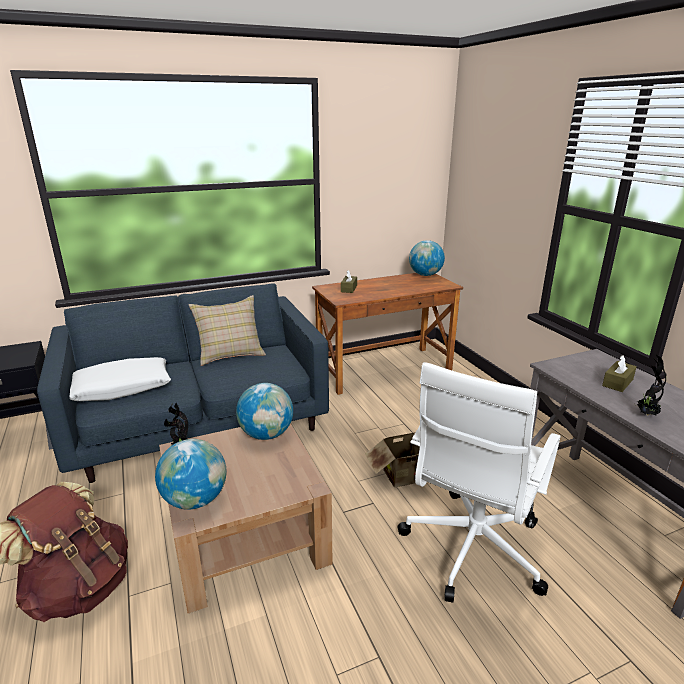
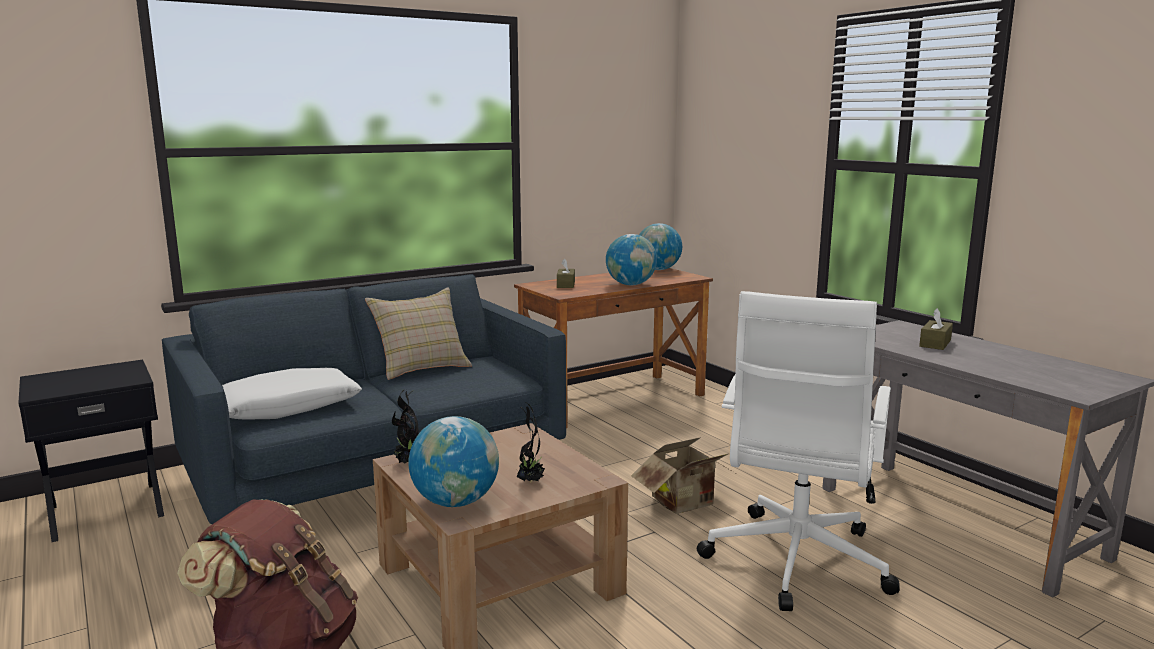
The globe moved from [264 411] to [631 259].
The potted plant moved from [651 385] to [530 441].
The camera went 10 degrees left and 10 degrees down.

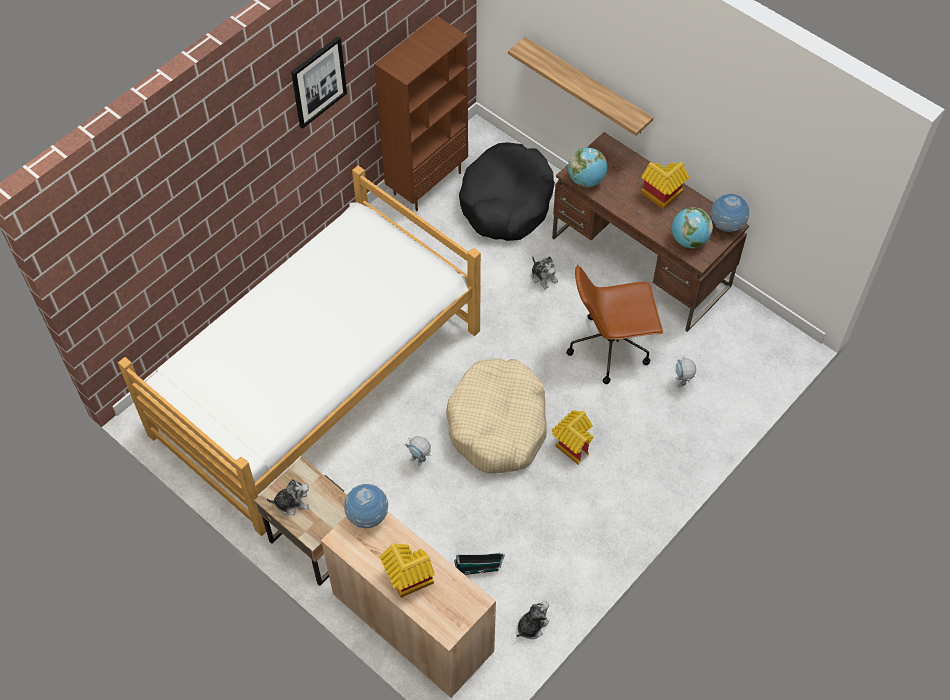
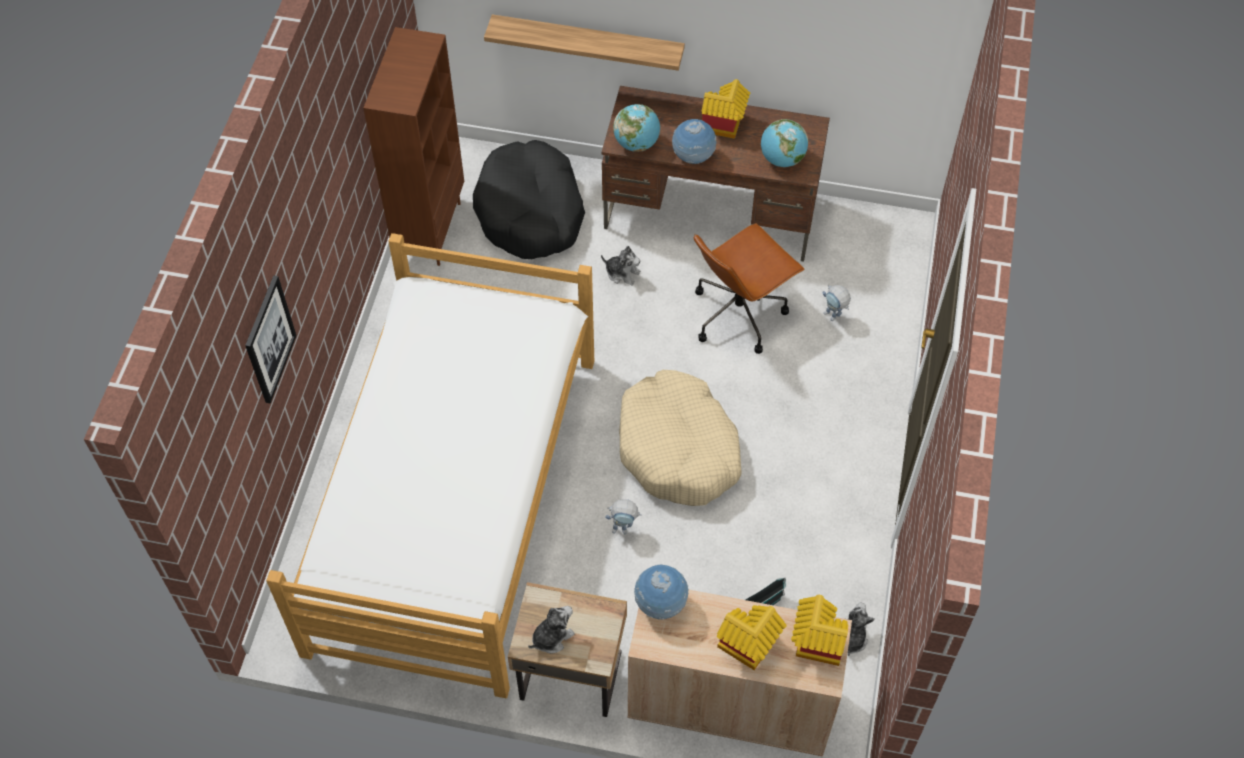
The picture moved from [319 82] to [271 339].
The toy house moved from [572 437] to [819 630].
The globe moved from [730 213] to [694 141].
The camera went 30 degrees left and 0 degrees up.

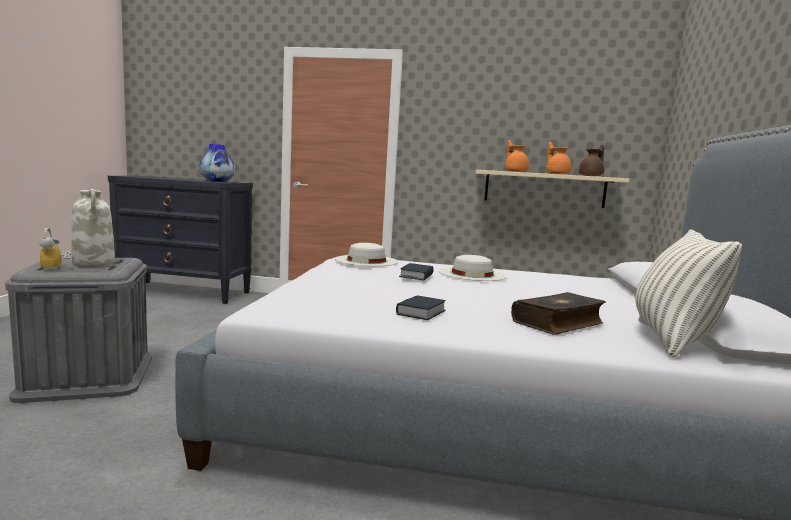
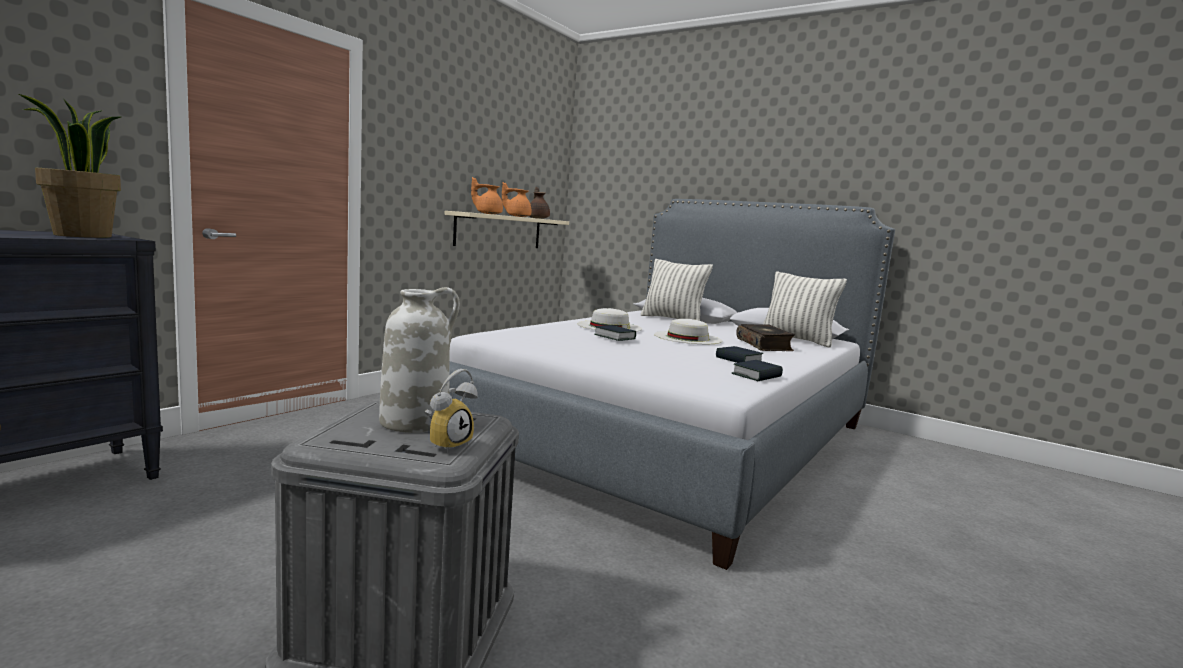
The alarm clock at [55 250] turned 60 degrees counterclockwise.
The vase at [217 163] was replaced by the potted plant at [70 166].
The hat (white) moved from [366 254] to [688 331].
The pillow at [677 290] appeared.
The book at [757 370] appeared.
The camera went 65 degrees left and 0 degrees up.

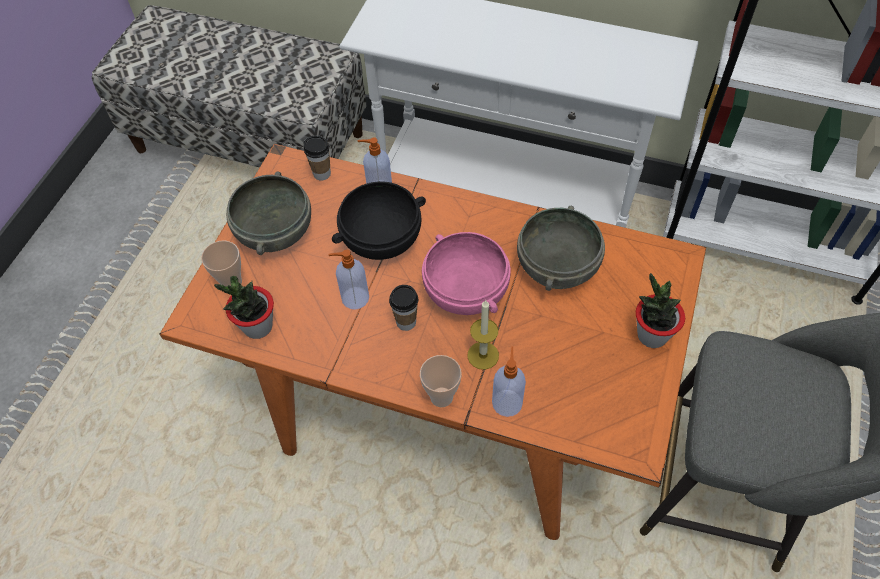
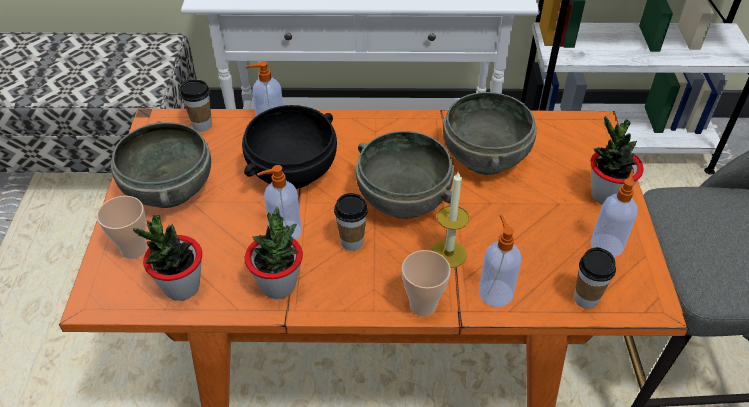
The bowl (pink) at [466 273] became the bowl (grey) at [405 175].
The potted plant at [274 253] appeared.
The cup at [595 278] appeared.
The soap dispenser at [614 213] appeared.
The camera went 20 degrees left and 10 degrees down.

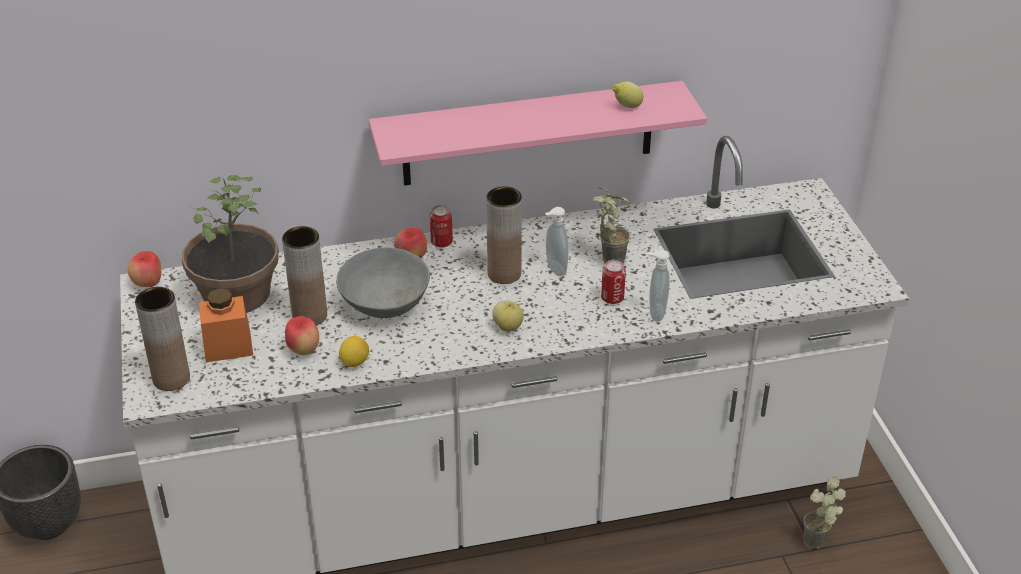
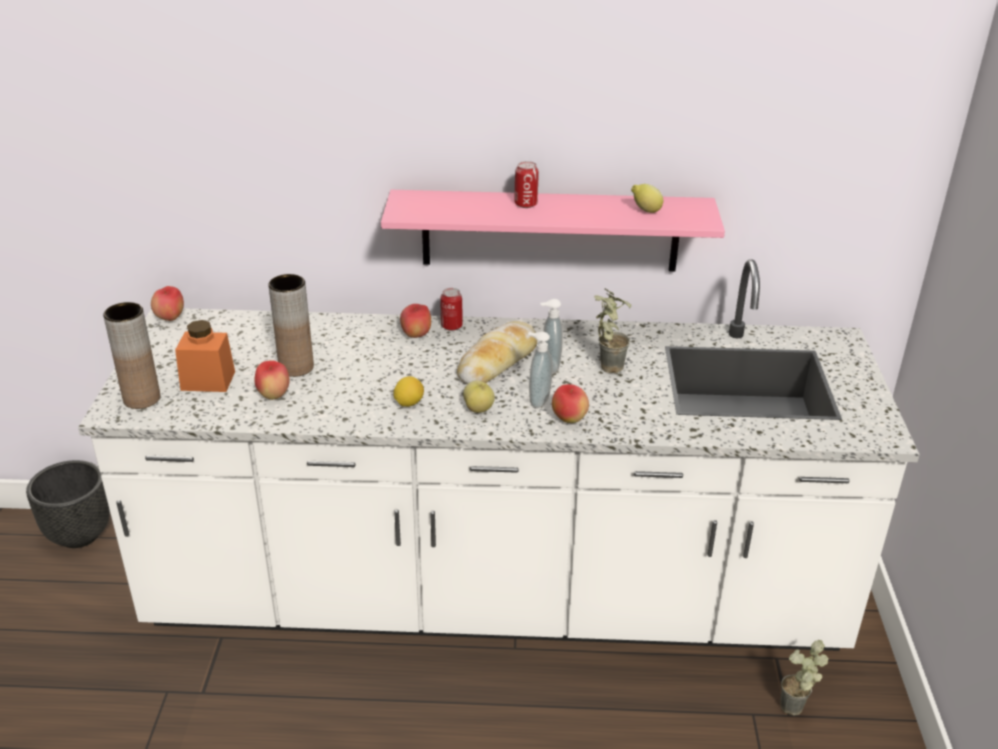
The potted plant at [230 244] disappeared.
The bowl (grey) at [383 283] disappeared.
The lemon moved from [354 351] to [408 391].
The vase (brown) at [504 235] was replaced by the bread at [497 352].
The can moved from [613 282] to [526 184].
The soap dispenser moved from [659 286] to [540 370].
The apple at [570 403] appeared.
The camera went 15 degrees right and 5 degrees down.

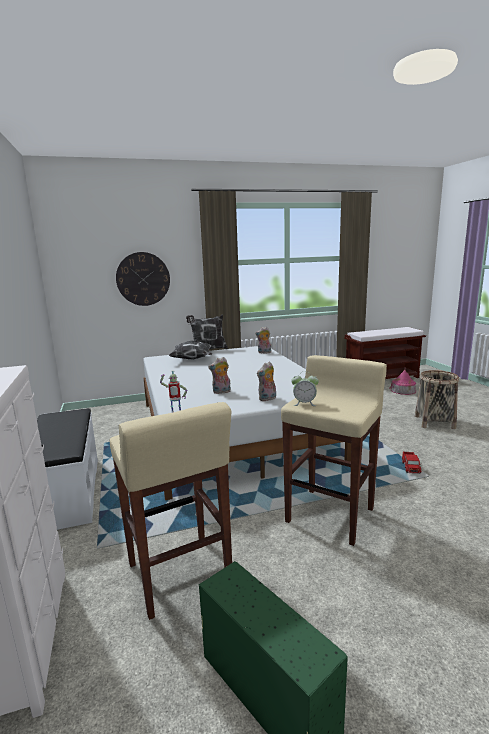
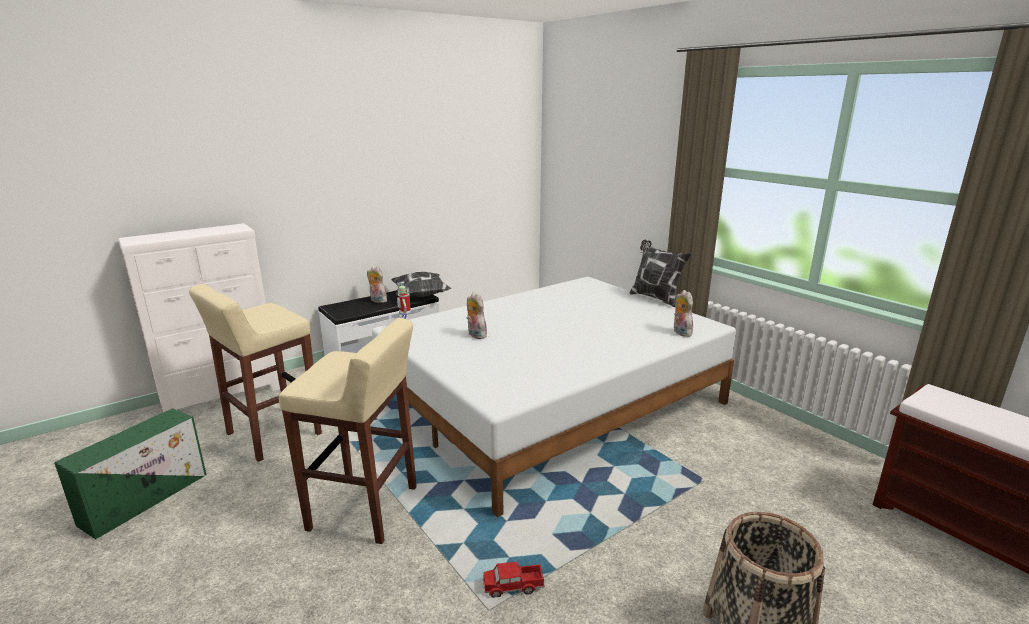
The wall clock at [143 279] disappeared.
The pillow moved from [190 350] to [421 284].
The plush toy moved from [266 381] to [377 284].
The alarm clock at [305 391] disappeared.
The toy house at [402 381] disappeared.
The camera went 70 degrees right and 5 degrees up.

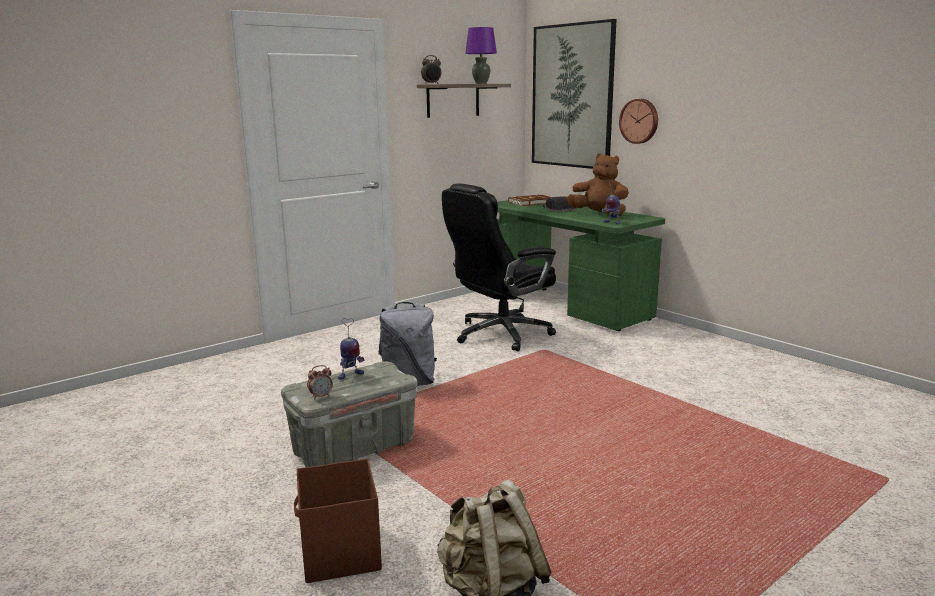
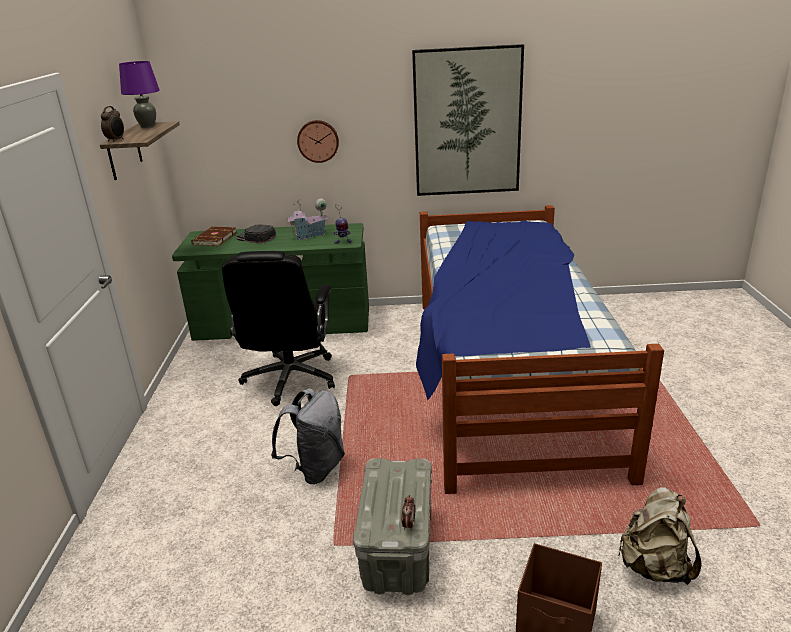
The toy robot at [351 349] disappeared.
The picture moved from [574 94] to [468 120].
The plush toy (brown) at [597 184] was replaced by the toy house at [308 219].
The bed at [540 349] appeared.
The camera went 50 degrees left and 10 degrees up.

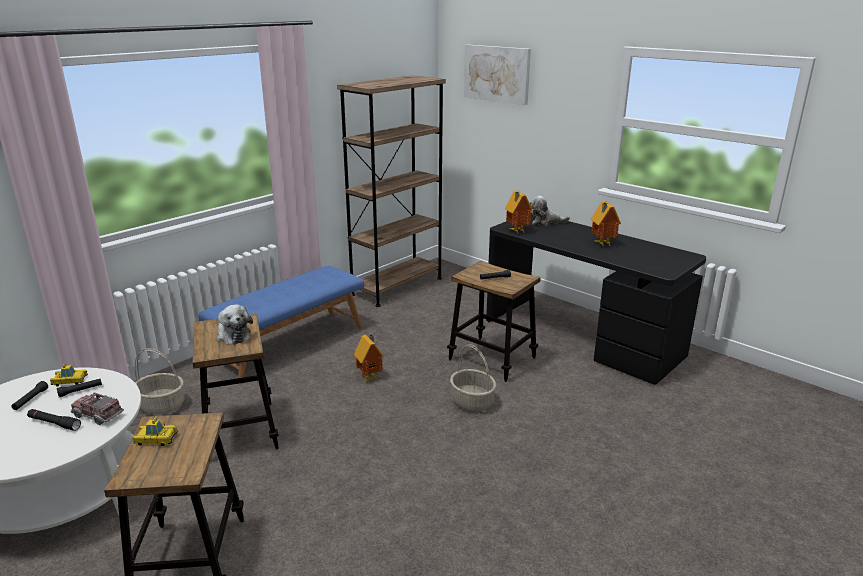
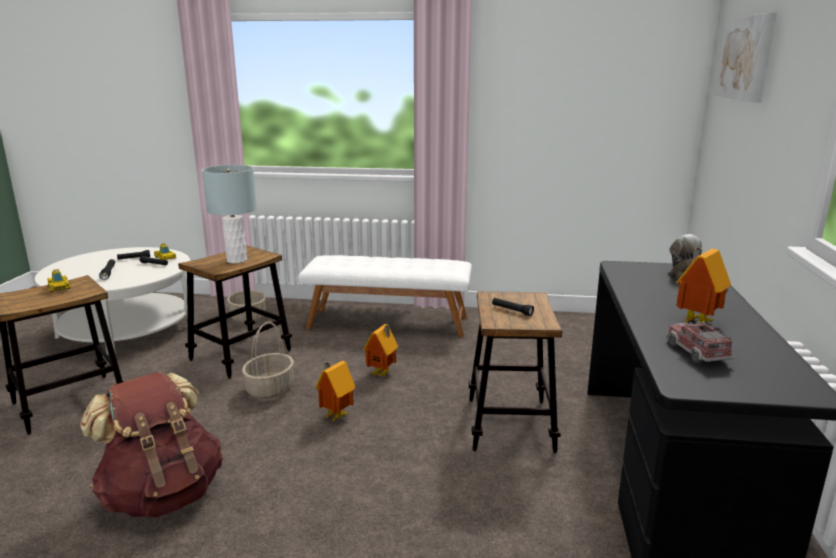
The toy truck moved from [97 408] to [700 342].
The bench (blue) at [281 325] became the bench (white) at [385 296].
The plush toy at [235 324] was replaced by the table lamp (grey) at [229 214].
The bookcase (brown) at [391 191] disappeared.
The basket moved from [473 378] to [268 360].
The toy house moved from [519 212] to [335 391].
The backpack (brown) at [151 445] appeared.
The camera went 55 degrees right and 5 degrees down.

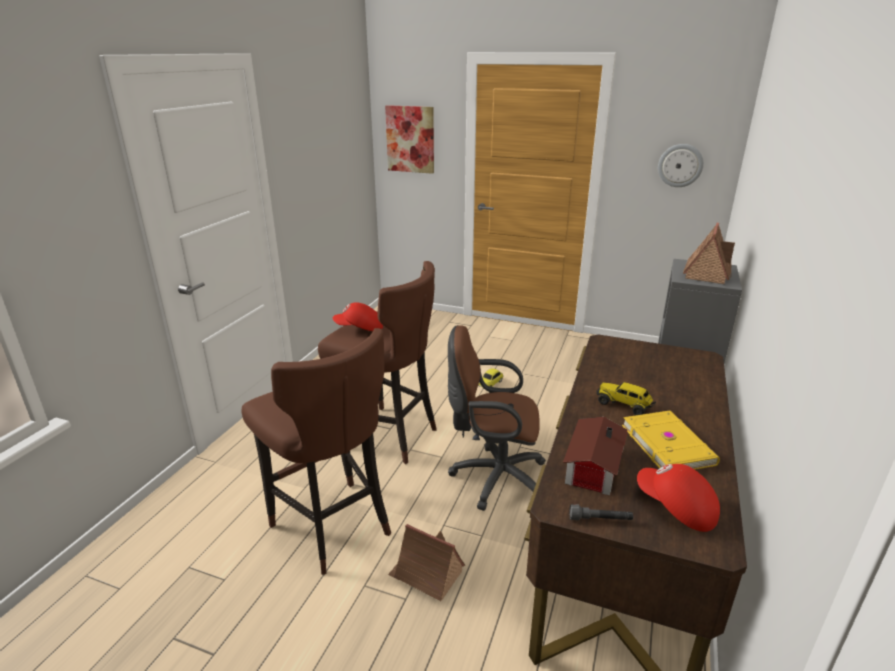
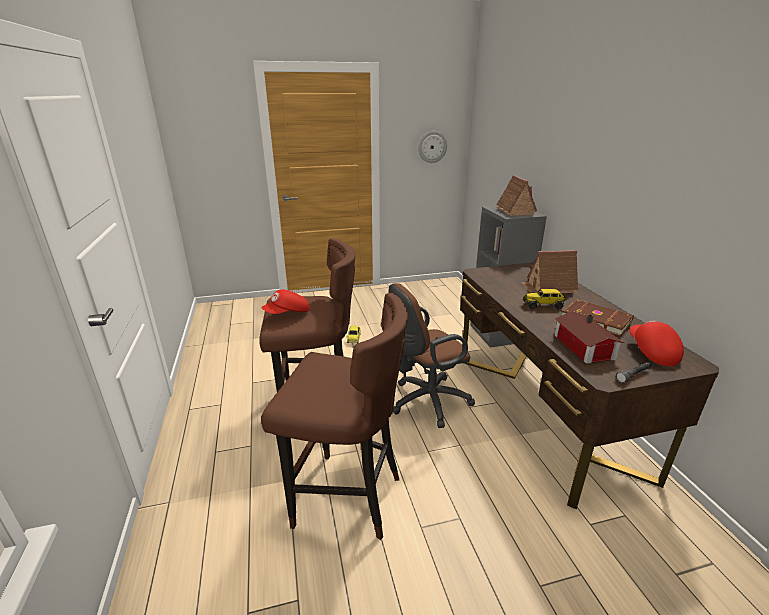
The picture at [409 139] disappeared.
The toy house moved from [426 562] to [549 271].
The book (yellow) at [671 440] became the book (brown) at [598 317].
The cap (red) at [678 498] turned 75 degrees clockwise.
The camera went 35 degrees left and 0 degrees up.

